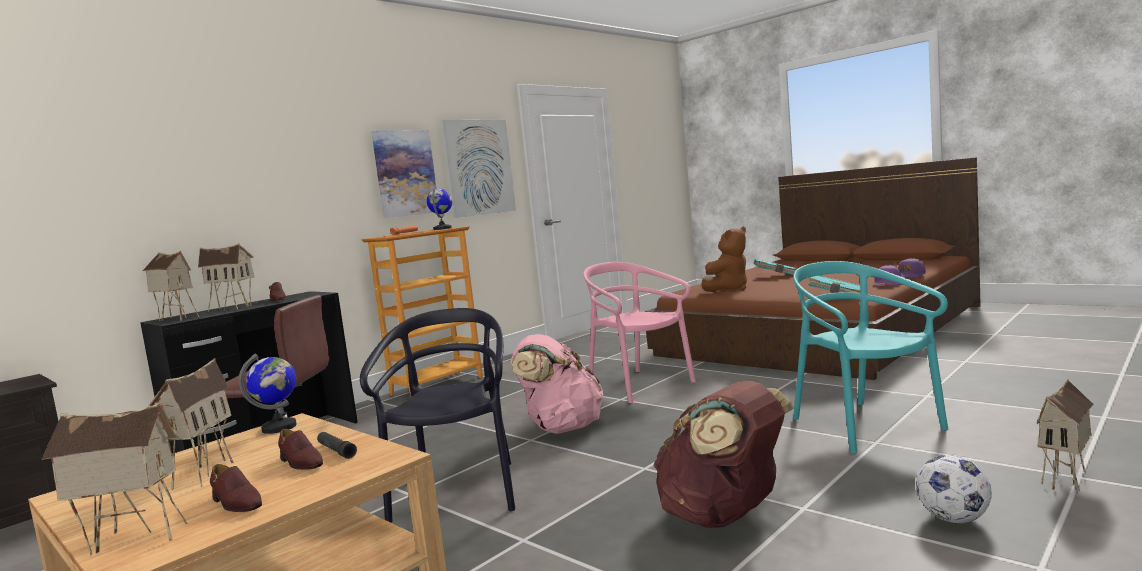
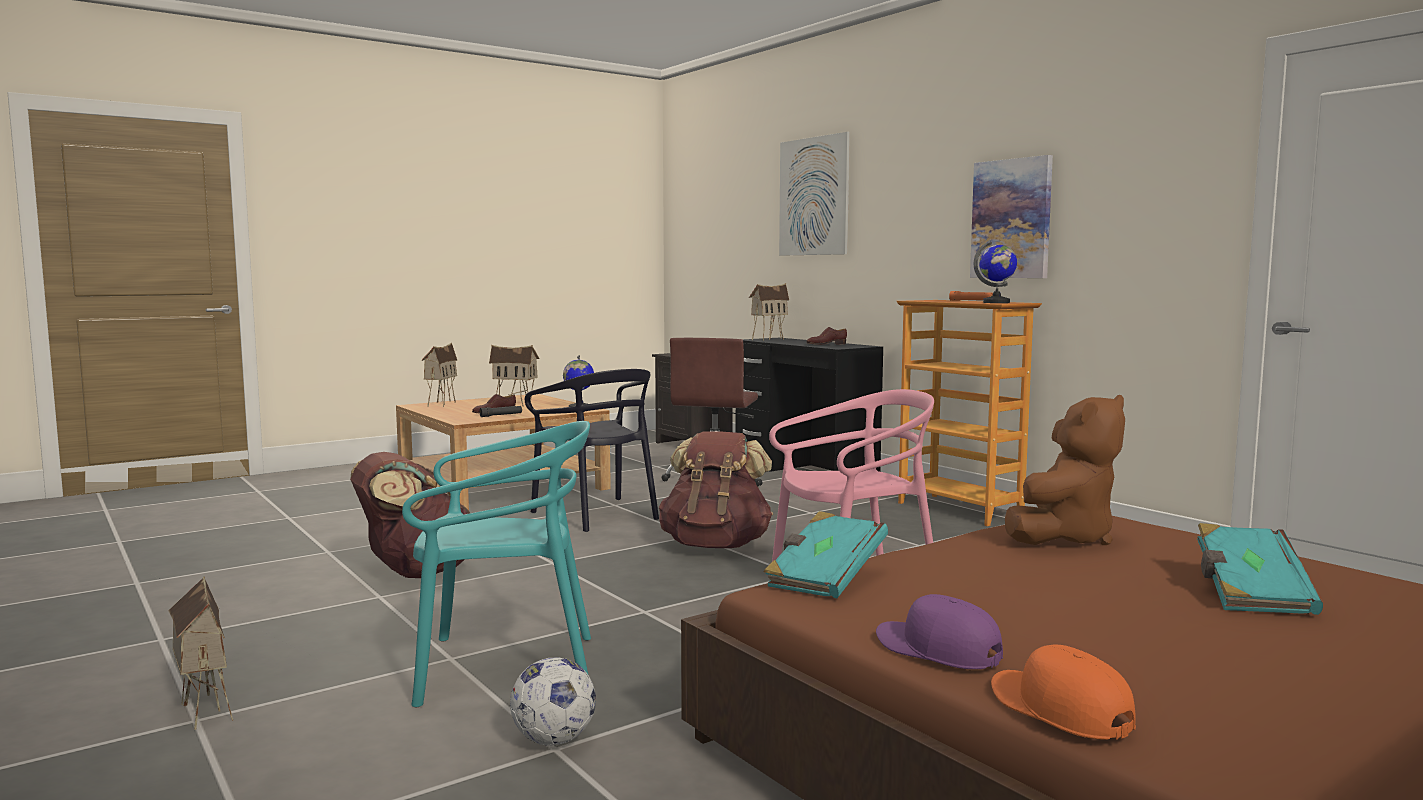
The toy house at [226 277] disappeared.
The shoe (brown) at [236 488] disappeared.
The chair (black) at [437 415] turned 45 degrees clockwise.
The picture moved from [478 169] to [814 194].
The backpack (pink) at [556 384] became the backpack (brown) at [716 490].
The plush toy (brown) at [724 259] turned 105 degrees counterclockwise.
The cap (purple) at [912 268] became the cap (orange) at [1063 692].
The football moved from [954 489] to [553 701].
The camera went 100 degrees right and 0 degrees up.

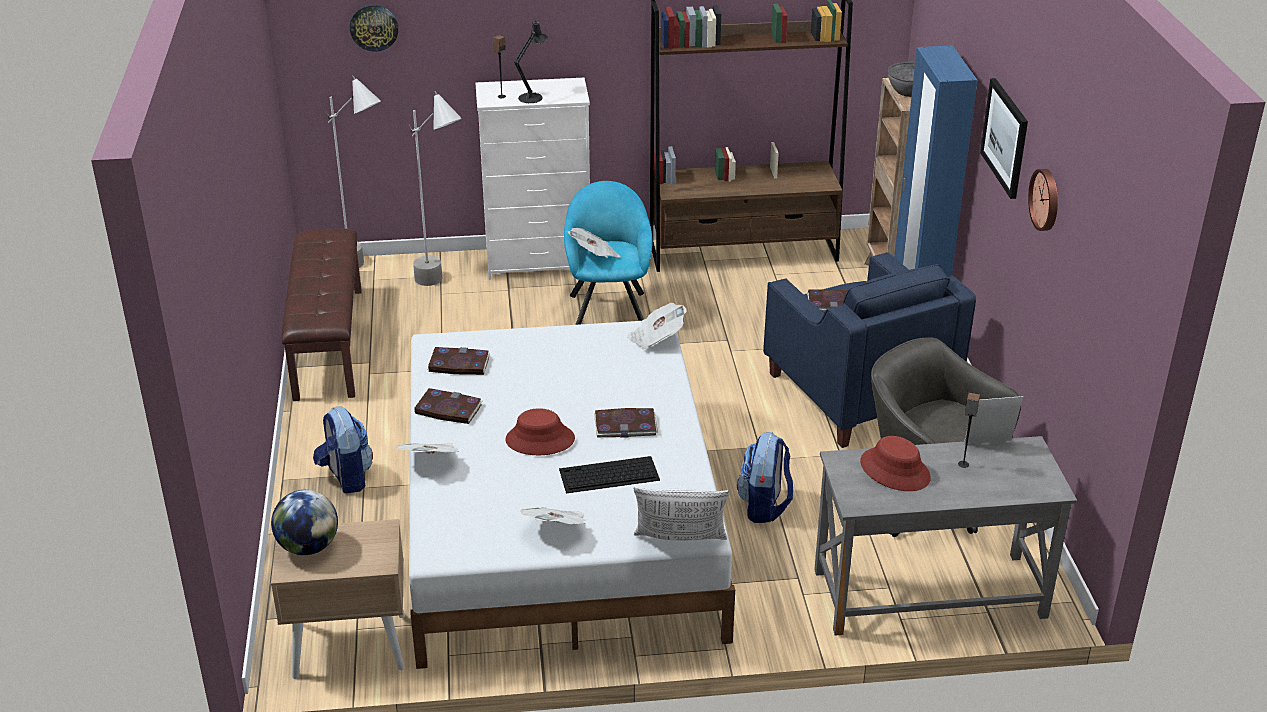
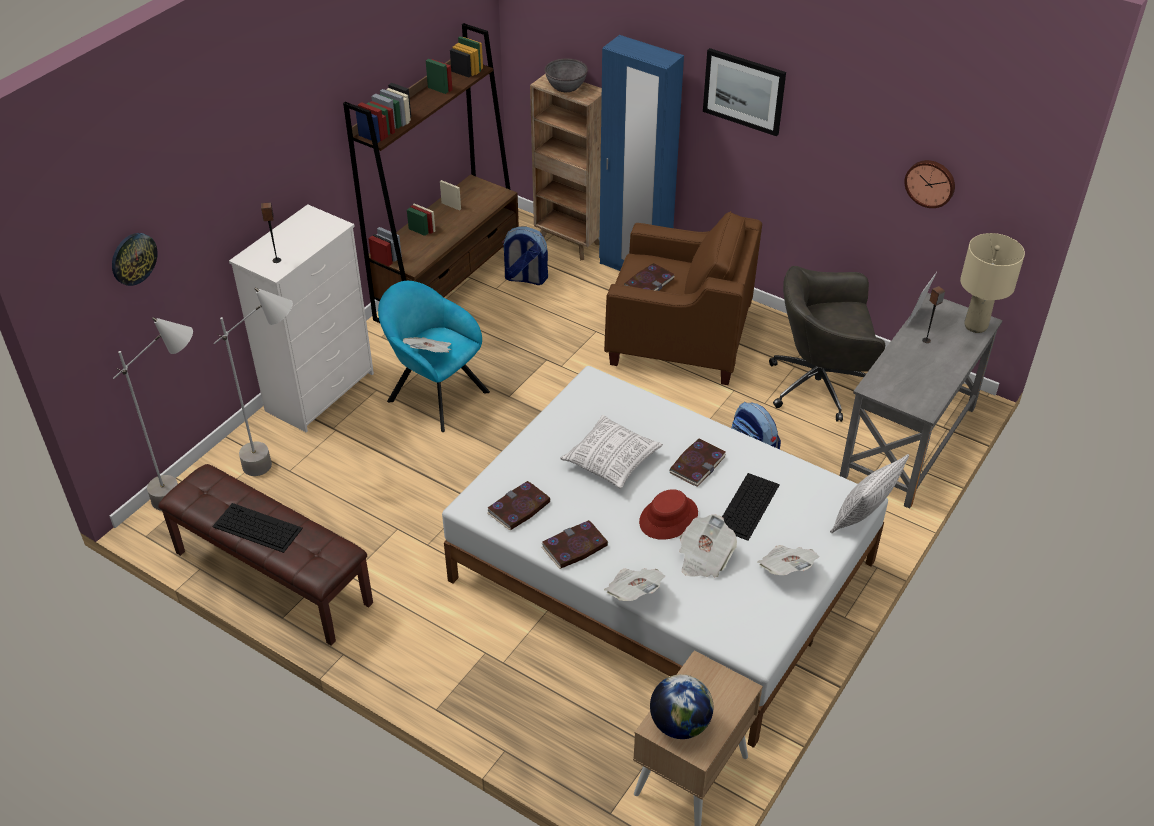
The backpack moved from [343 450] to [525 256].
The table lamp (black) at [531 61] disappeared.
The newspaper moved from [657 326] to [708 545].
The armchair (blue) at [869 350] became the armchair (brown) at [683 298].
The hat (red) at [895 463] disappeared.
The wall clock moved from [1043 200] to [929 184].
The keyboard at [257 528] appeared.
The pillow at [611 452] appeared.
The table lamp (beige) at [992 283] appeared.
The camera went 50 degrees left and 10 degrees up.

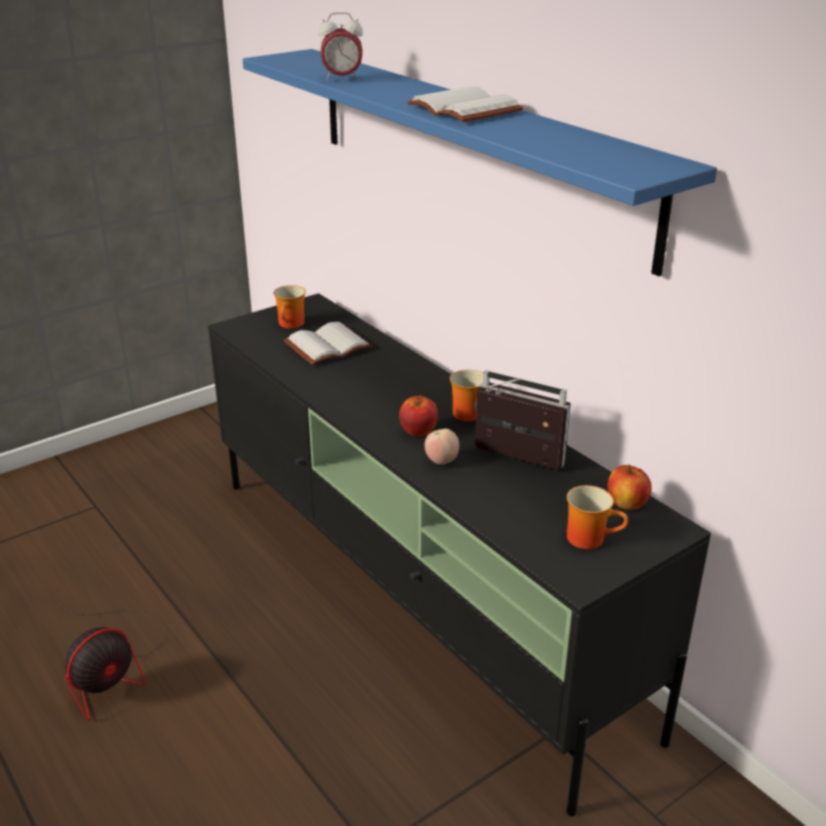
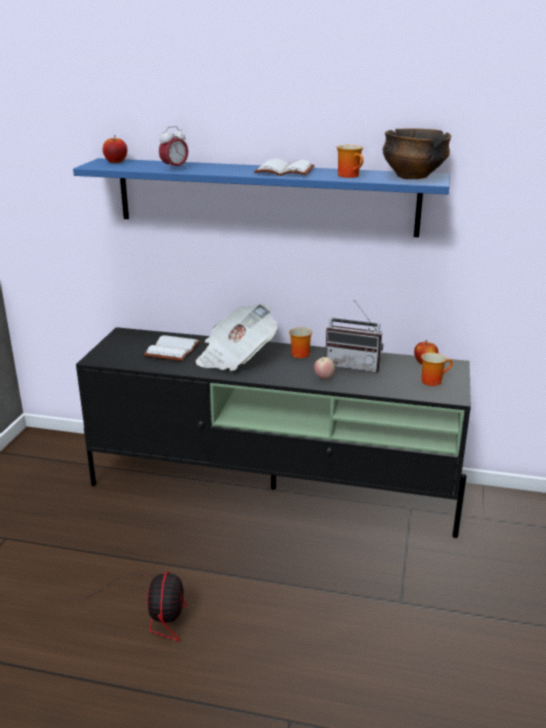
The mug moved from [289 306] to [350 161].
The apple moved from [418 415] to [115 149].
The radio at [522 420] turned 150 degrees counterclockwise.
The newspaper at [237 337] appeared.
The bowl at [417 153] appeared.
The camera went 40 degrees left and 5 degrees down.

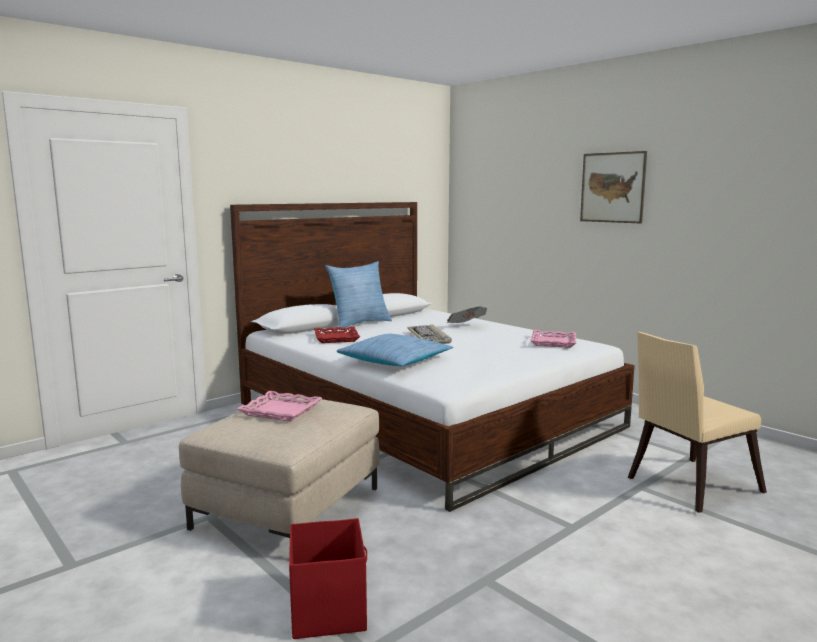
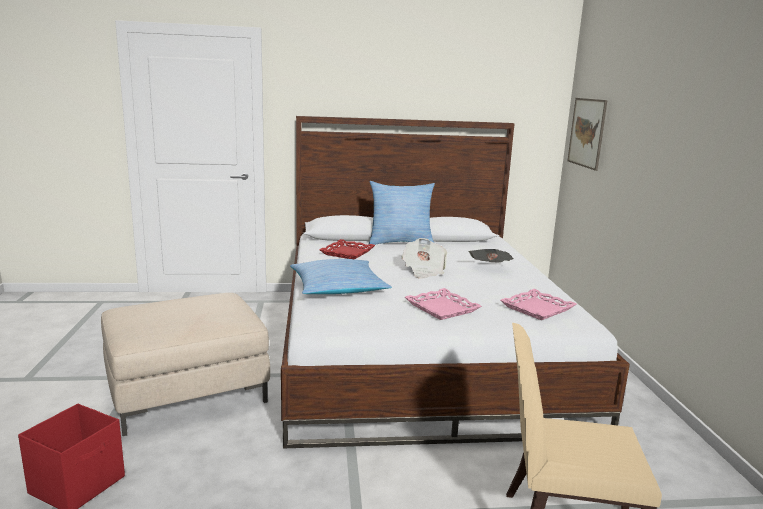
The tray (pink) moved from [279 406] to [443 304].
The keyboard at [430 334] was replaced by the newspaper at [424 258].
The picture moved from [613 187] to [588 134].
The camera went 35 degrees right and 5 degrees up.

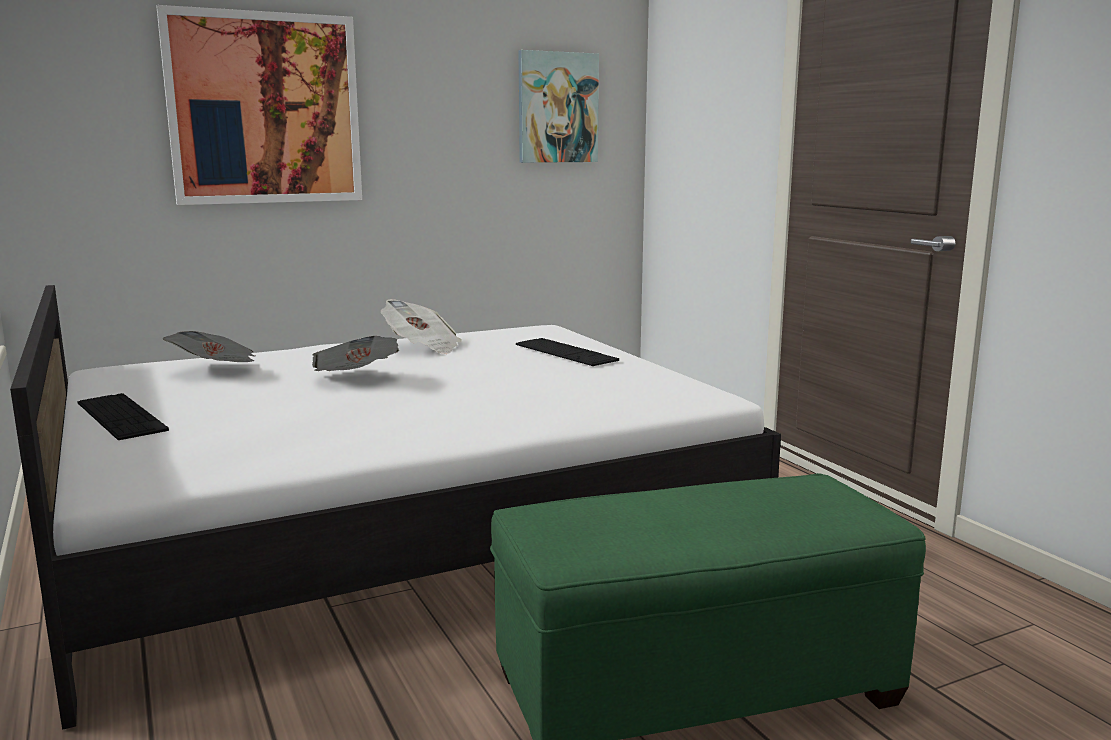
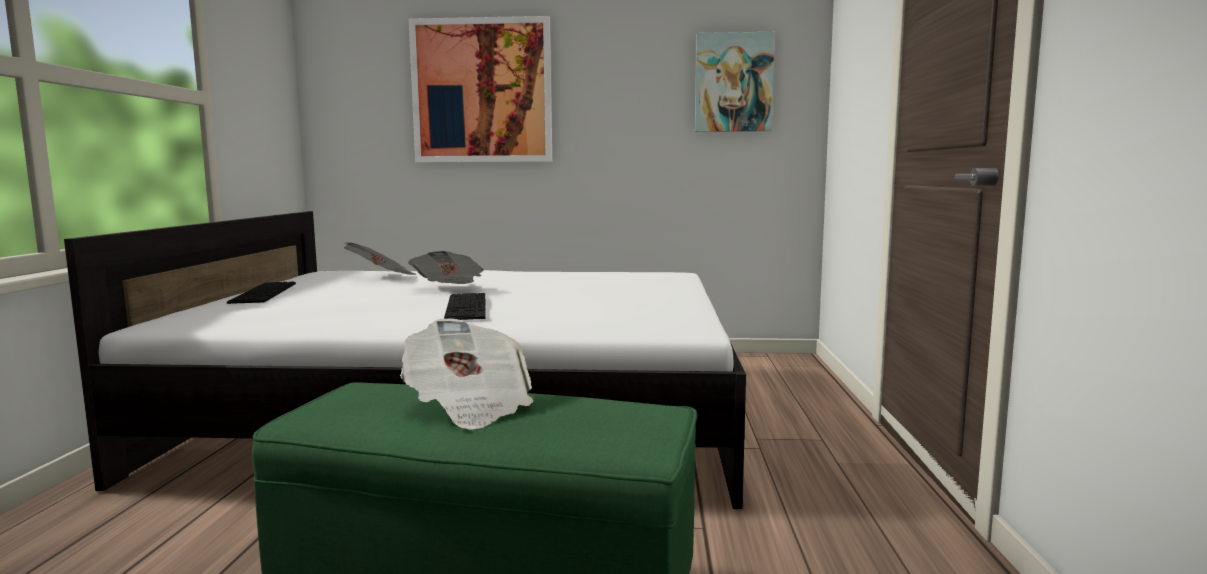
The newspaper moved from [421 326] to [466 374].
The keyboard moved from [567 352] to [465 306].
The camera went 30 degrees right and 5 degrees down.

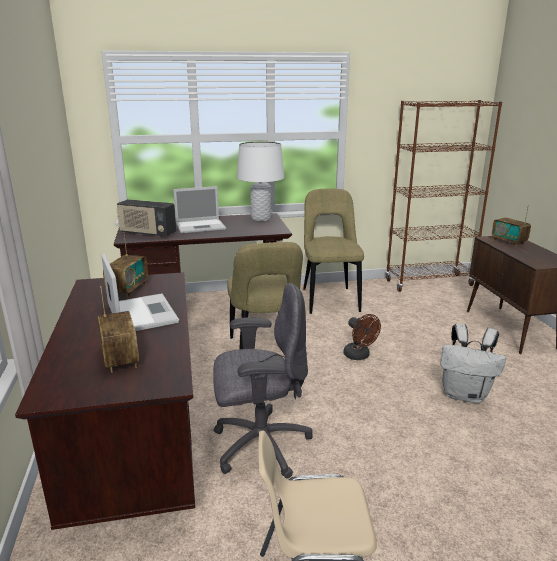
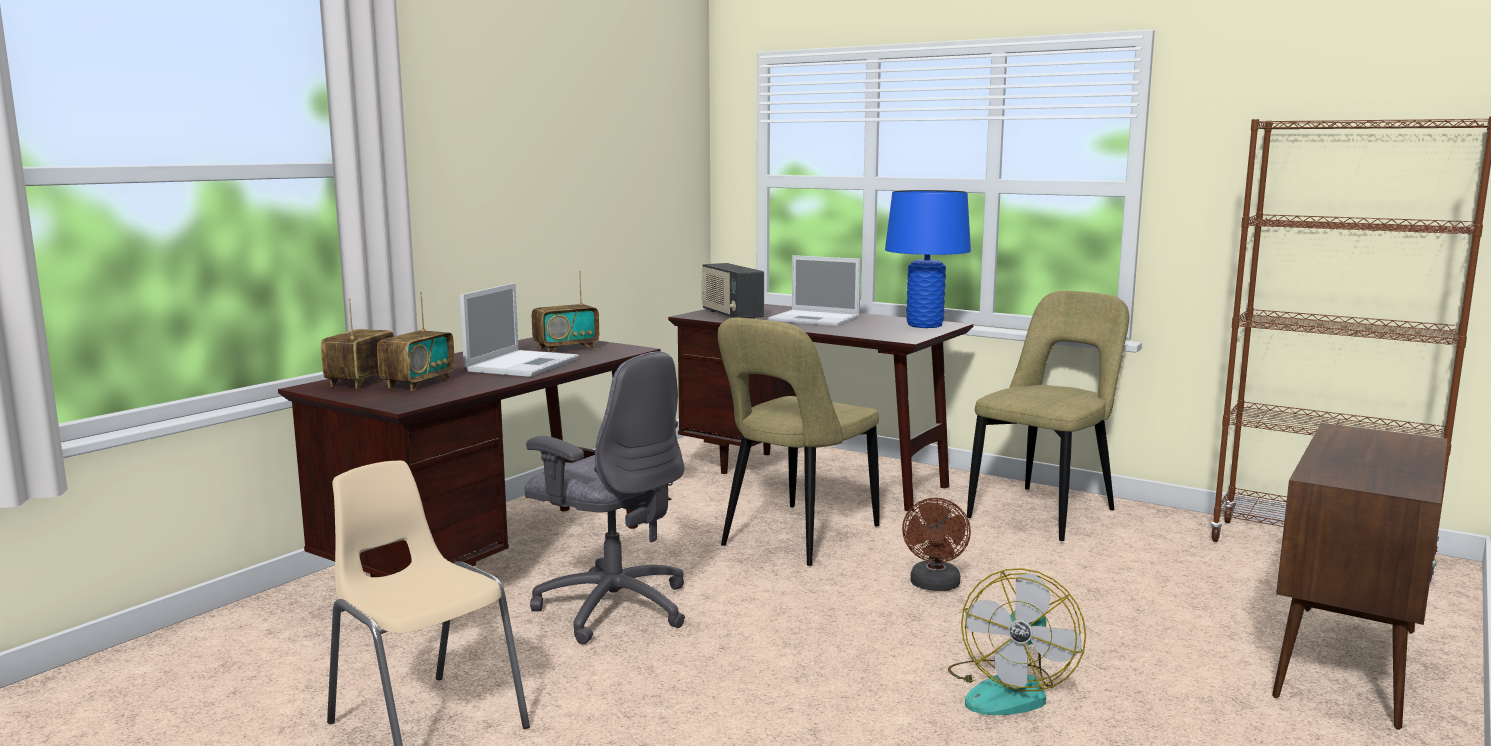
The table lamp (white) at [260 181] became the table lamp (blue) at [928 259].
The backpack (white) at [473 363] was replaced by the fan at [1017 641].
The radio moved from [511 226] to [357 343].
The camera went 45 degrees right and 10 degrees down.

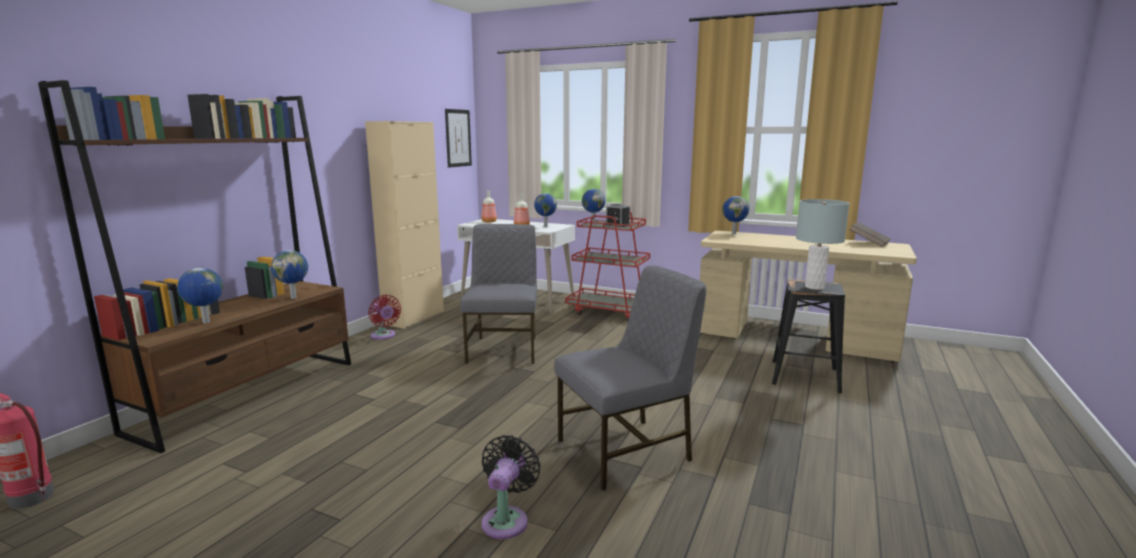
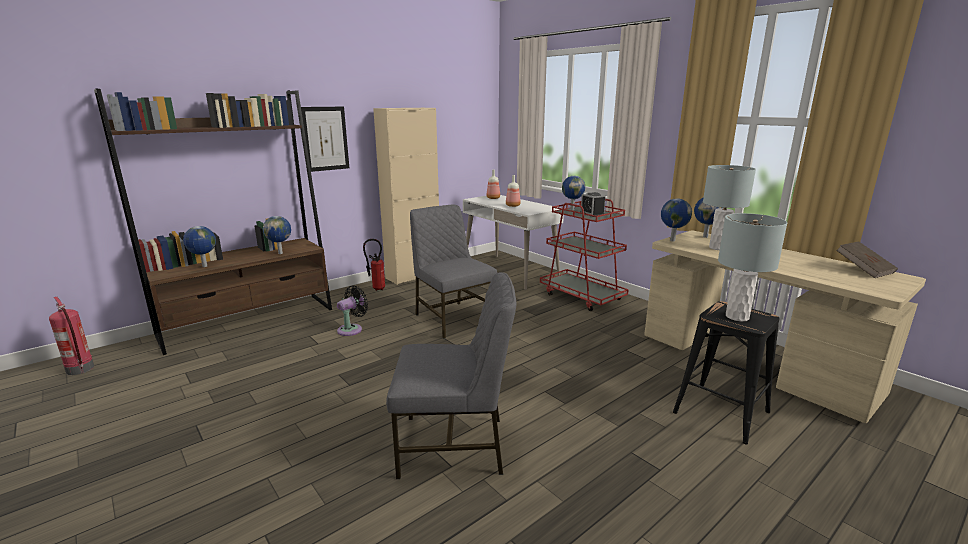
The fan (red) at [384 317] was replaced by the fire extinguisher at [374 265].
The picture moved from [458 138] to [325 139].
The chair (grey) at [498 294] turned 60 degrees counterclockwise.
The fan (black) moved from [511 487] to [352 310].
The globe moved from [545 210] to [676 219].
The table lamp (grey) at [729 207] appeared.
The camera went 25 degrees right and 5 degrees up.

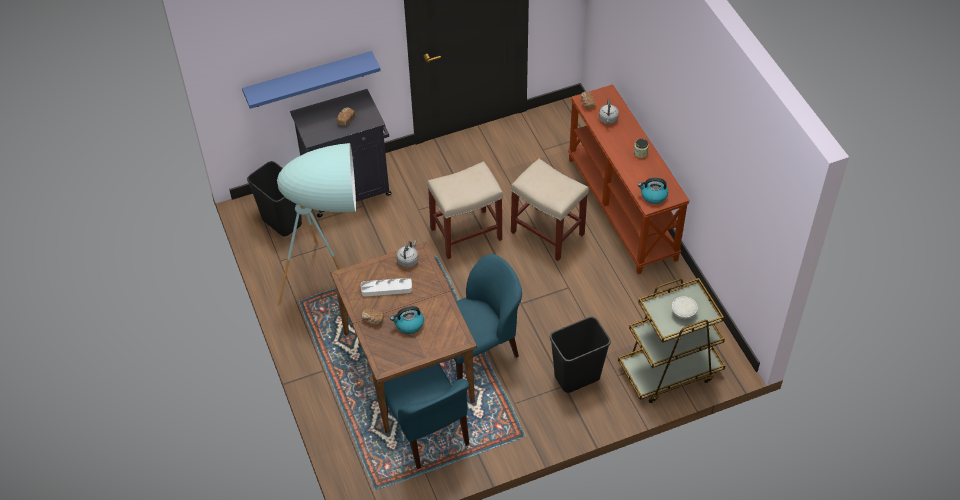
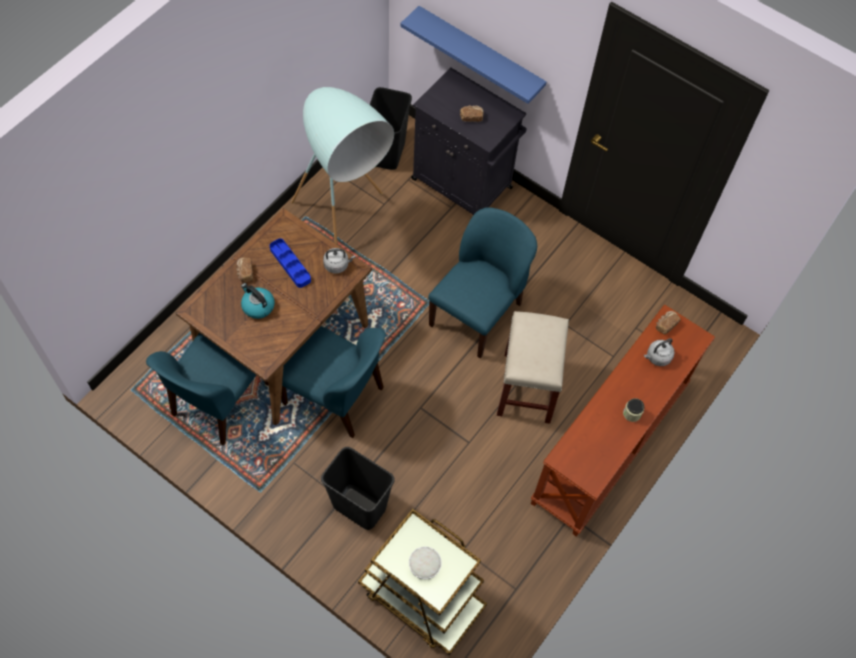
The tray (white) at [386 287] became the tray (blue) at [290 263].
The stool (beige) at [465 210] was replaced by the chair (blue) at [482 282].
The kettle at [653 191] disappeared.
The camera went 55 degrees right and 10 degrees up.

